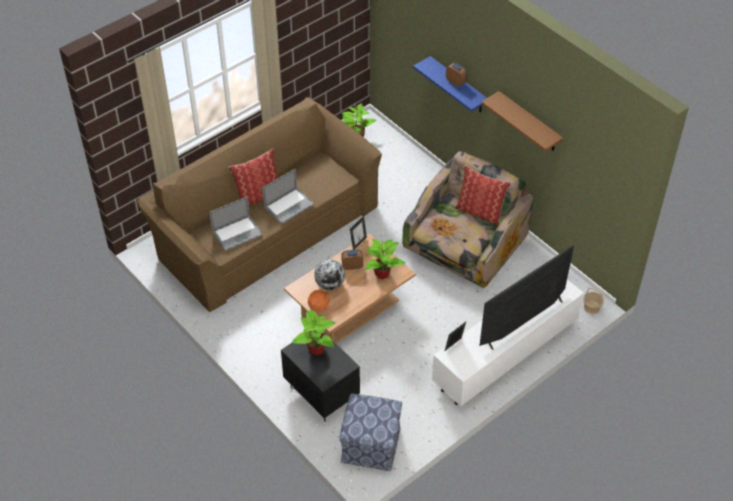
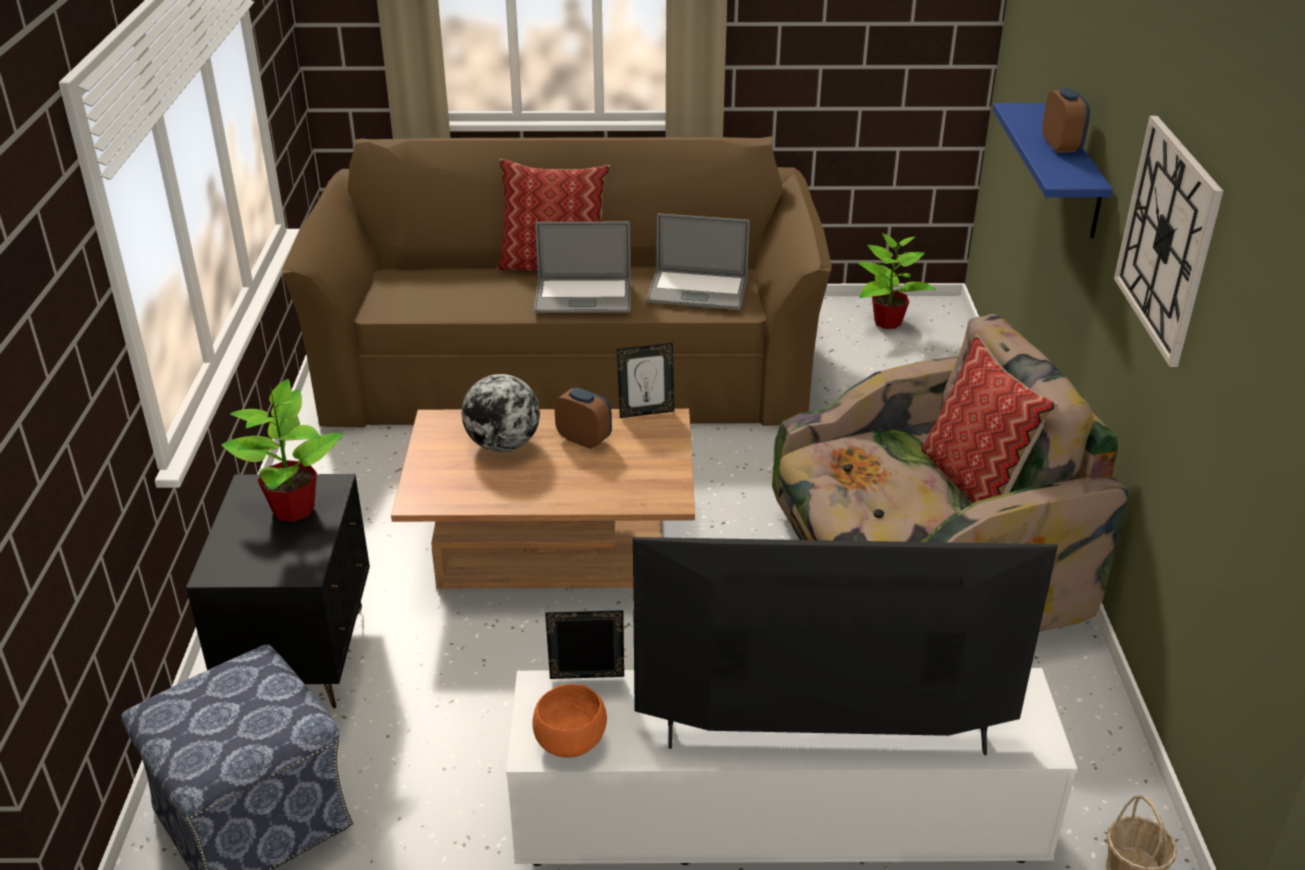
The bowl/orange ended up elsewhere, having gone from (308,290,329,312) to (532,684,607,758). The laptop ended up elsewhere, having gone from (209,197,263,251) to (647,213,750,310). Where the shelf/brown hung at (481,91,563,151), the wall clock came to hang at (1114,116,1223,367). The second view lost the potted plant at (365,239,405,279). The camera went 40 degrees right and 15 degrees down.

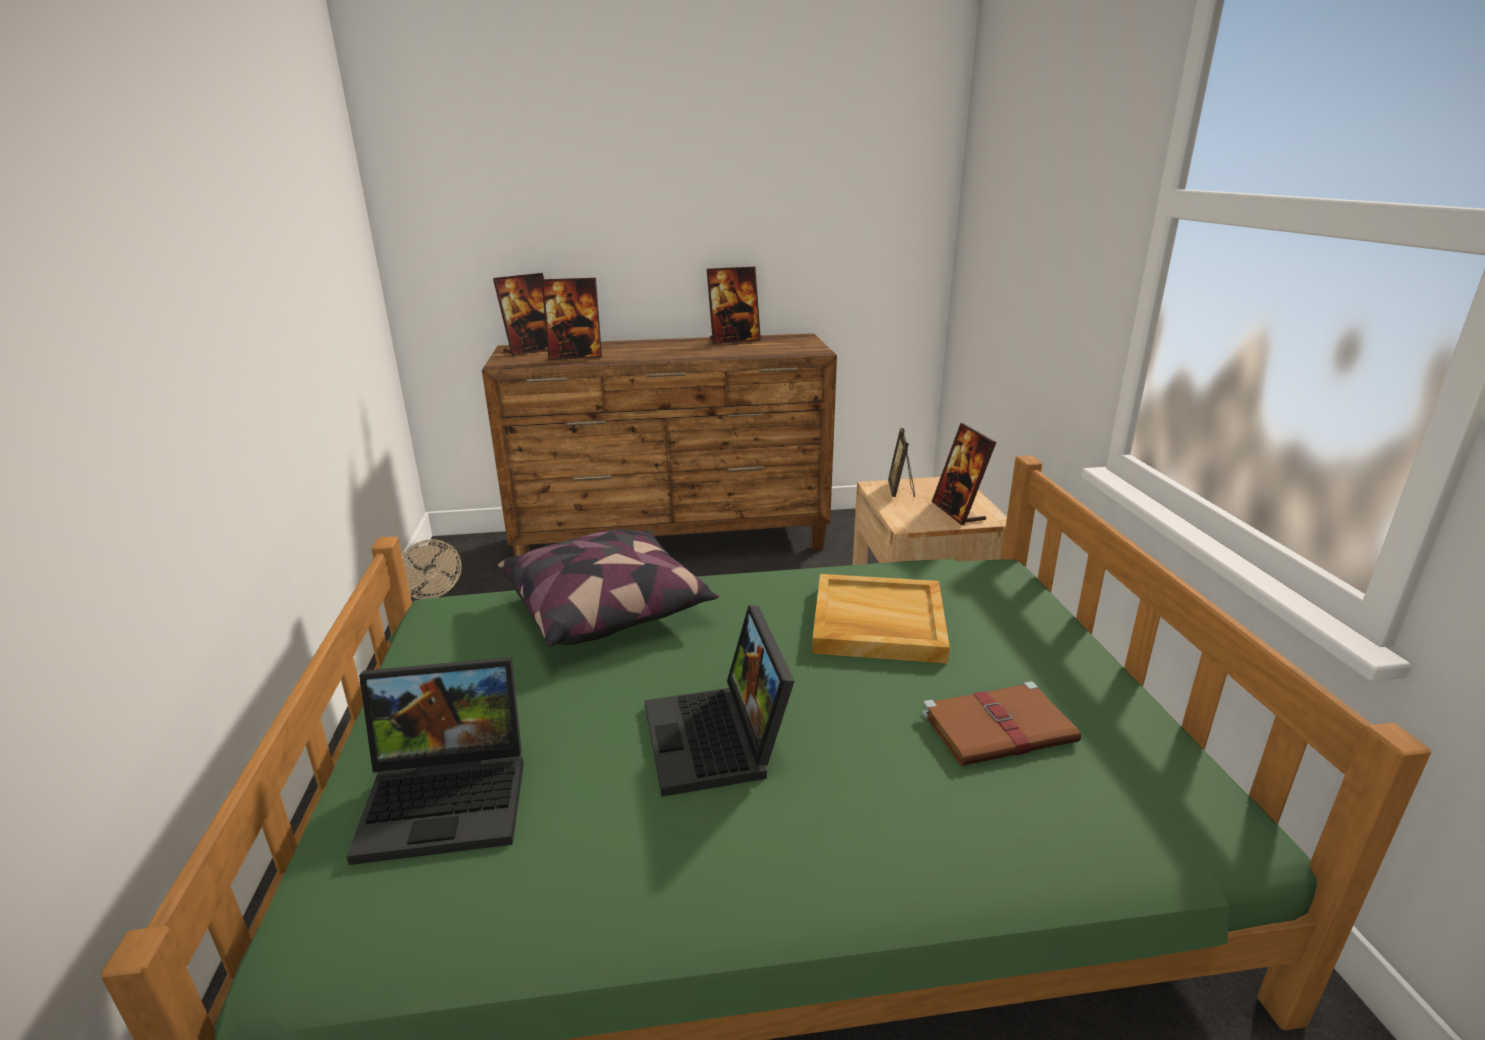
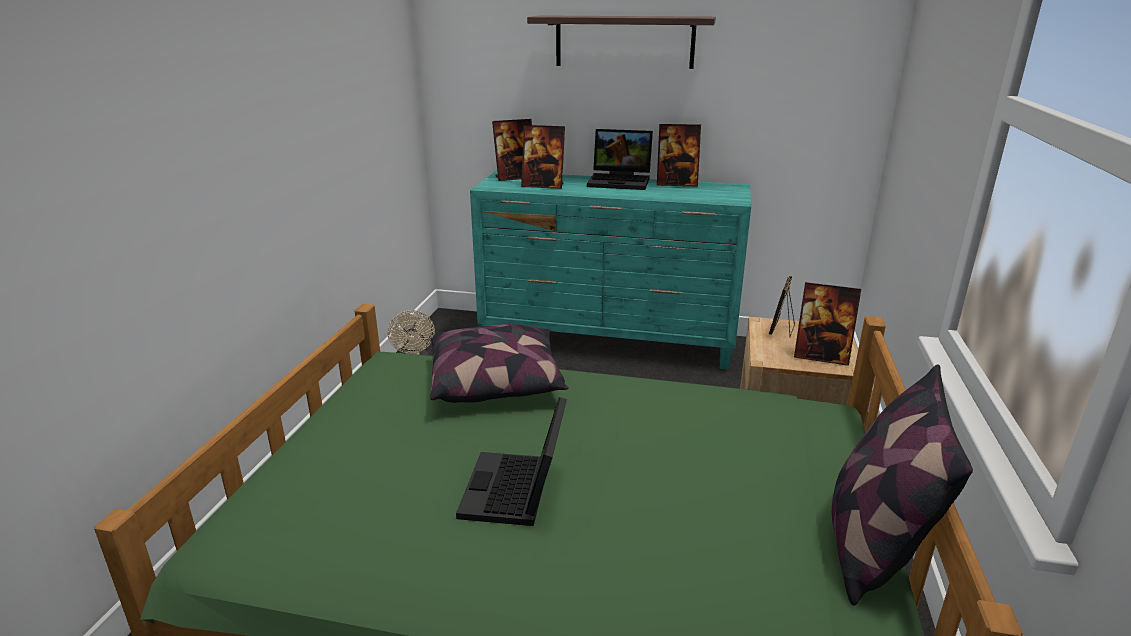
What was the dresser/brown at (482,333,837,556) turned into the dresser/turquoise at (470,171,751,370). The second view gained the shelf at (527,15,716,69). The laptop ended up elsewhere, having gone from (347,657,524,865) to (587,129,653,190). The picture frame at (932,423,996,525) ended up facing another way, 75 degrees counterclockwise from before. The second view gained the pillow at (832,364,973,606). The second view lost the tray/beige at (812,574,950,664). The second view lost the book/brown at (922,681,1081,766). The camera went 20 degrees right and 0 degrees up.

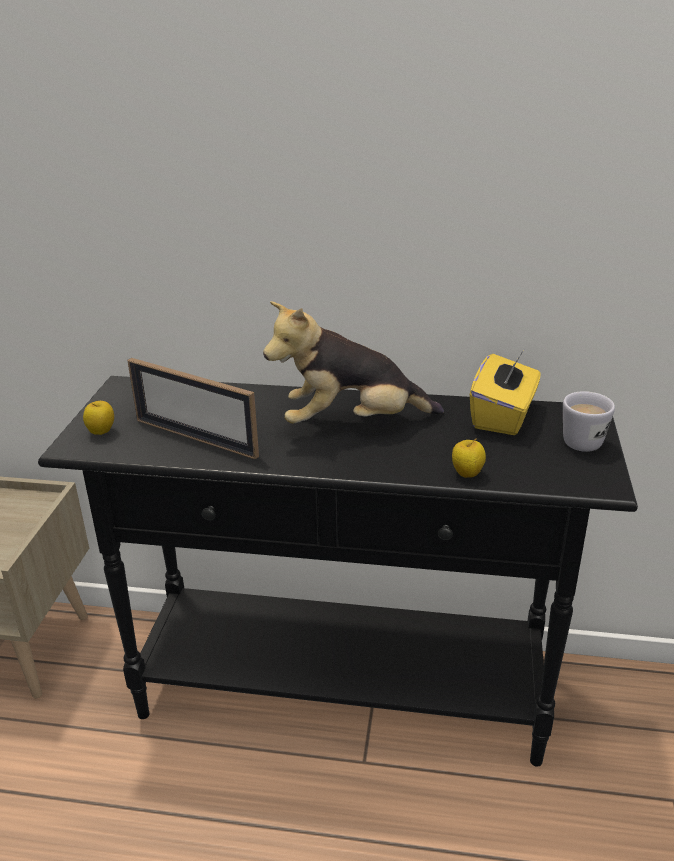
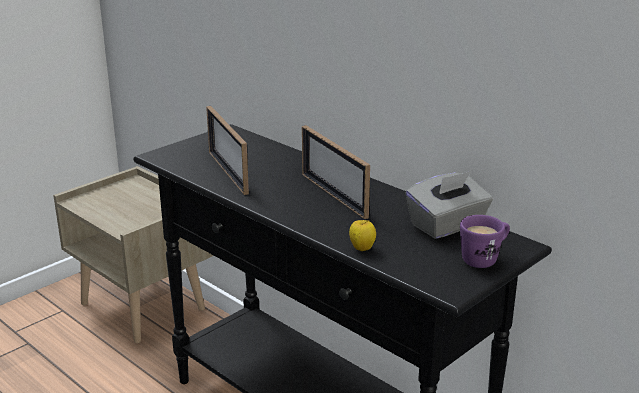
Where the plush toy stood at (263,301,444,424), the picture frame came to stand at (302,125,370,219). What was the tissue box/yellow at (470,350,540,435) turned into the tissue box/grey at (406,171,493,239). What was the mug/white at (563,391,615,452) turned into the mug/purple at (460,215,510,268). The second view lost the apple at (83,401,114,435). The camera went 35 degrees right and 5 degrees down.

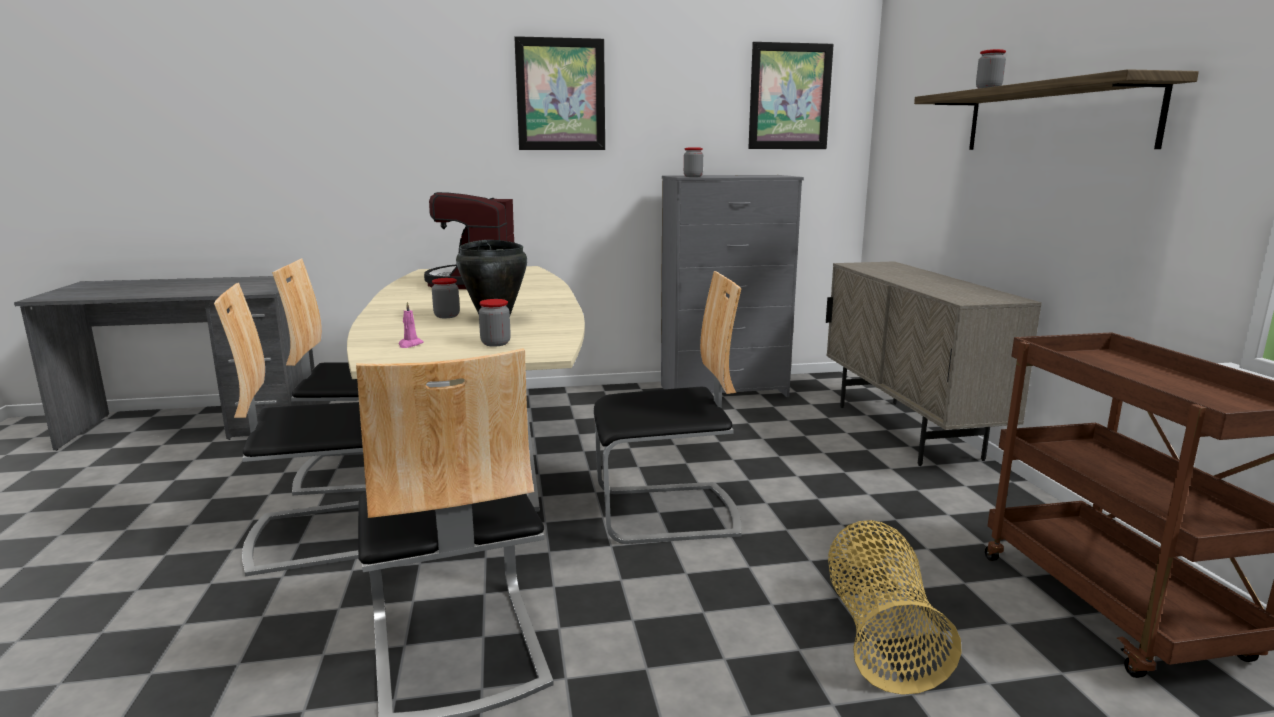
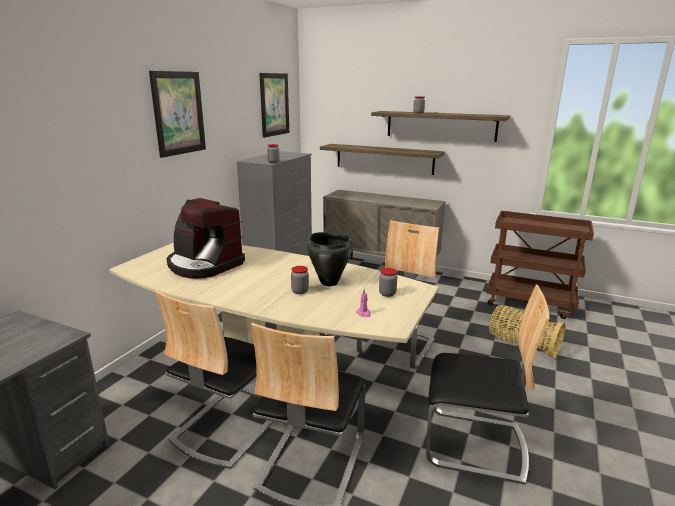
The second view gained the shelf at (320,144,445,175). The camera went 55 degrees left and 5 degrees up.

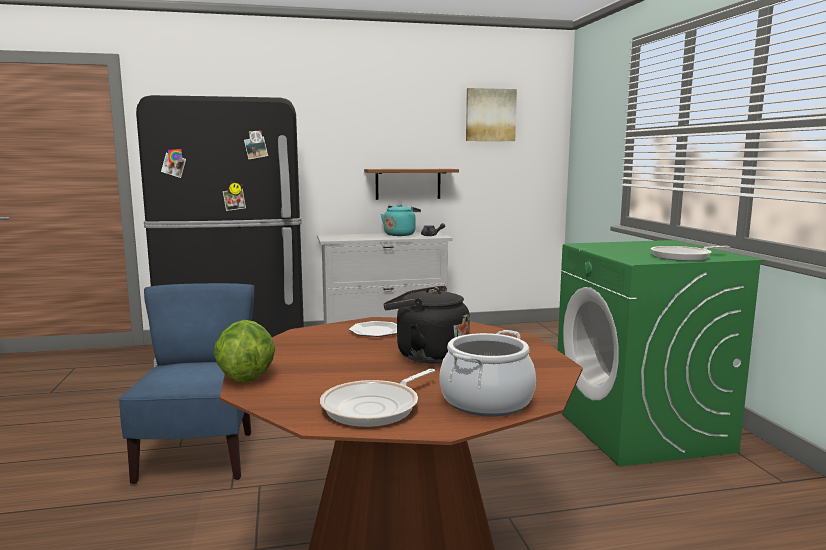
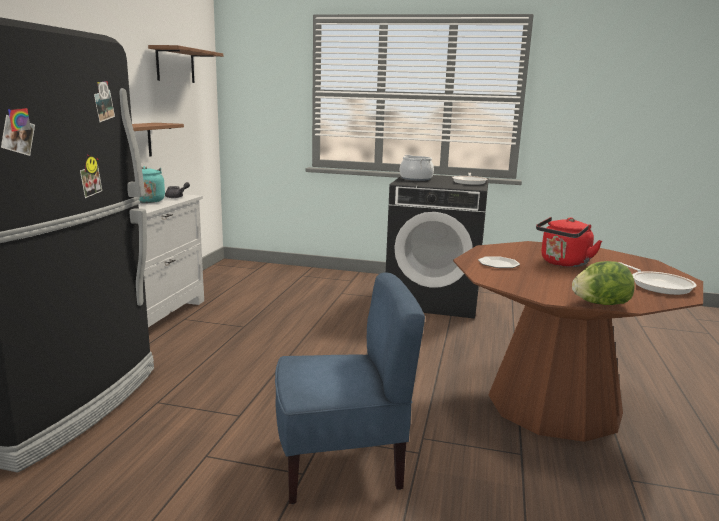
Where the picture hung at (466,88,517,141), the shelf/brown came to hang at (148,45,223,83). The chair/blue at (119,283,254,484) ended up facing another way, 150 degrees clockwise from before. What was the washing machine/green at (558,240,765,466) turned into the washing machine/black at (386,175,489,319). The cooking pot ended up elsewhere, having gone from (439,330,536,417) to (400,155,434,181). What was the kettle/black at (383,286,470,364) turned into the kettle/red at (536,217,602,267). The camera went 65 degrees left and 5 degrees up.

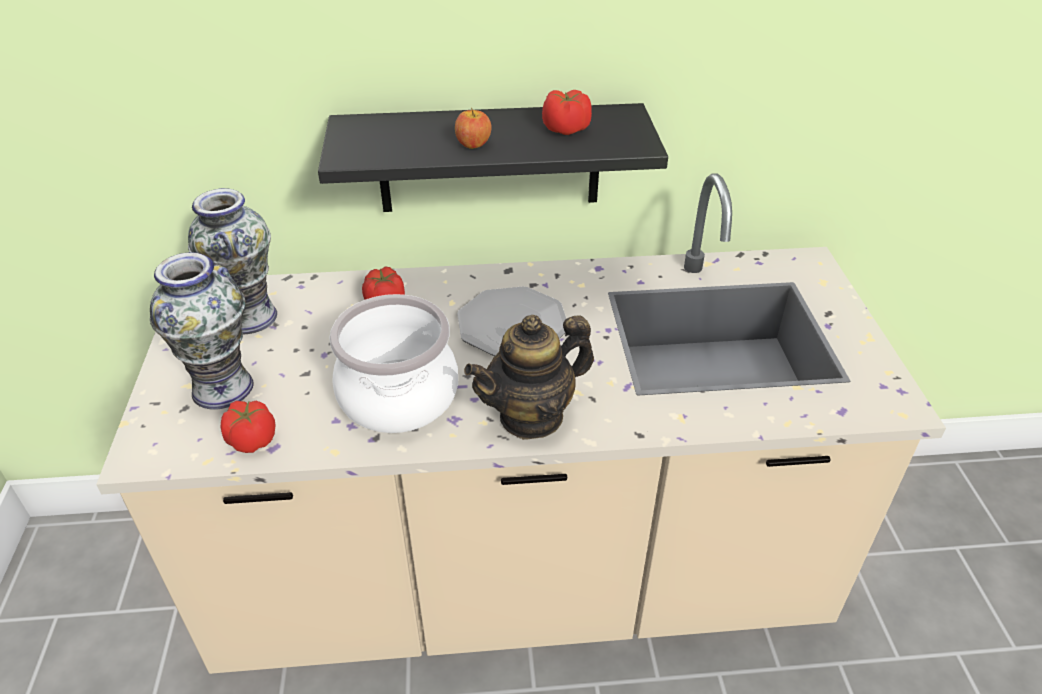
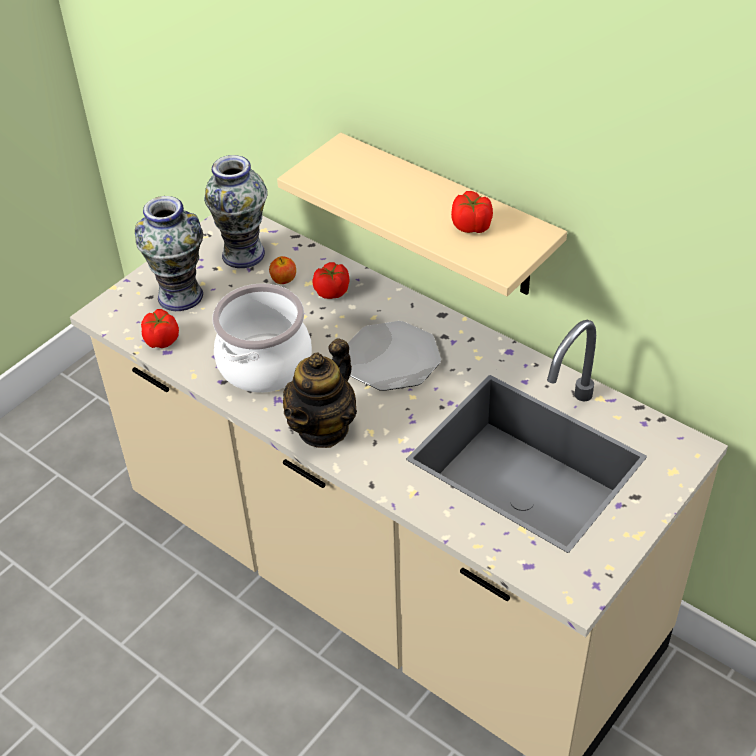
The apple ended up elsewhere, having gone from (455,108,492,149) to (269,256,296,284). What was the shelf/black at (318,103,668,212) turned into the shelf/beige at (277,133,567,296). The teapot at (464,315,594,440) ended up facing another way, 75 degrees counterclockwise from before. The camera went 45 degrees right and 5 degrees up.

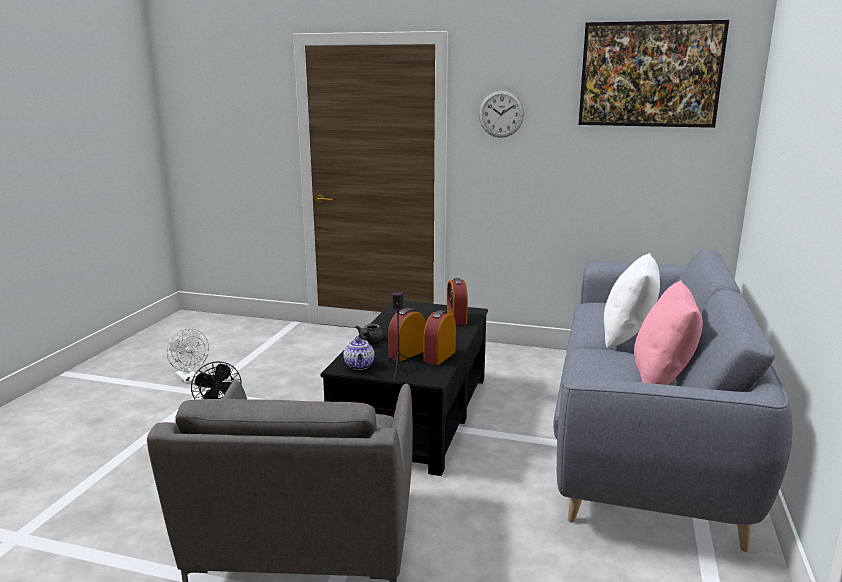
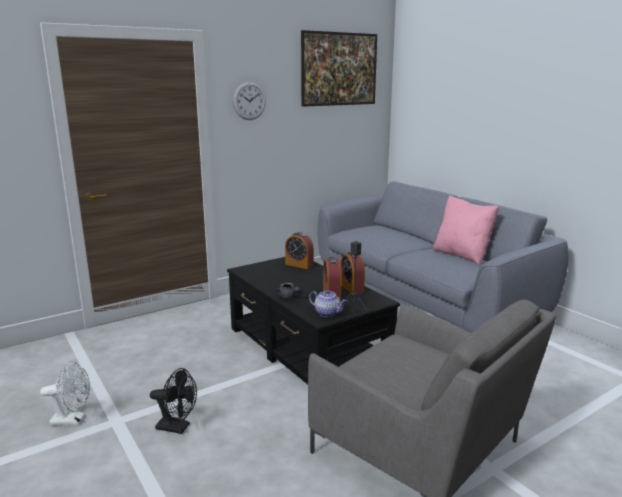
The second view lost the pillow/white at (604,253,660,348). The camera went 50 degrees left and 0 degrees up.

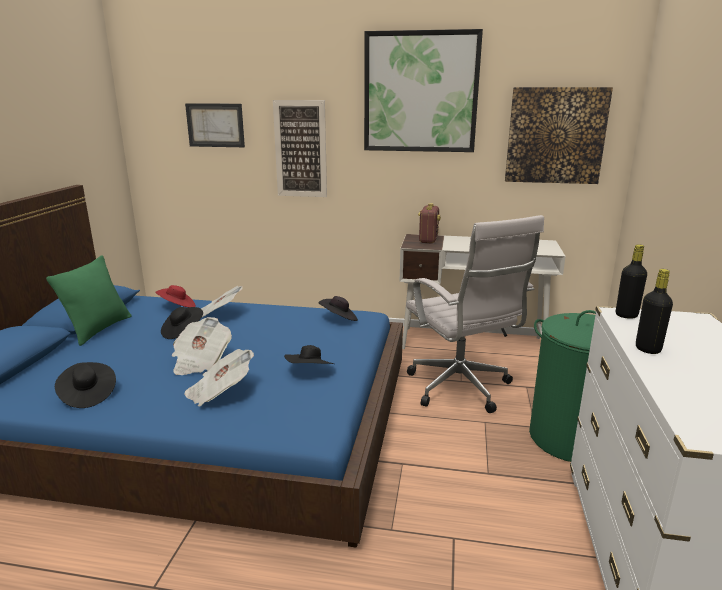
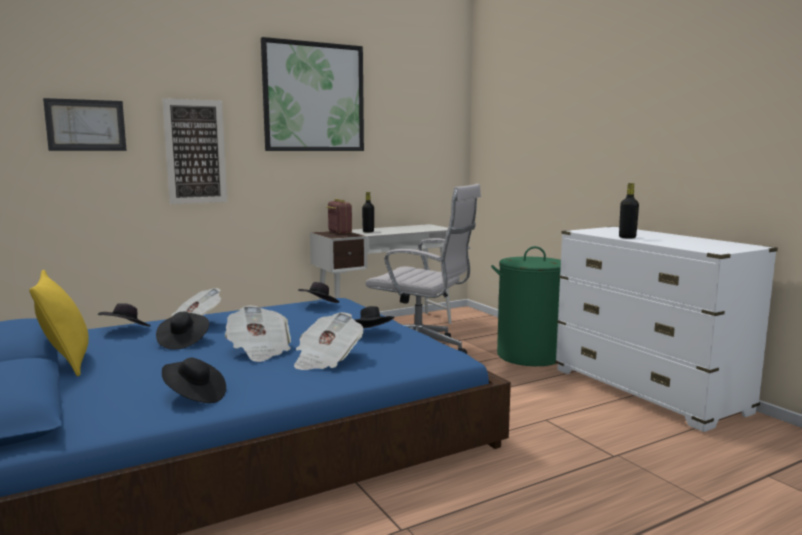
What was the pillow/green at (46,255,132,346) turned into the pillow/yellow at (29,270,89,377). What was the hat/red at (155,285,196,307) turned into the hat/black at (98,304,151,327). The bottle/black ended up elsewhere, having gone from (616,244,647,319) to (362,192,374,232). The second view lost the picture at (505,87,613,184). The camera went 40 degrees left and 10 degrees down.

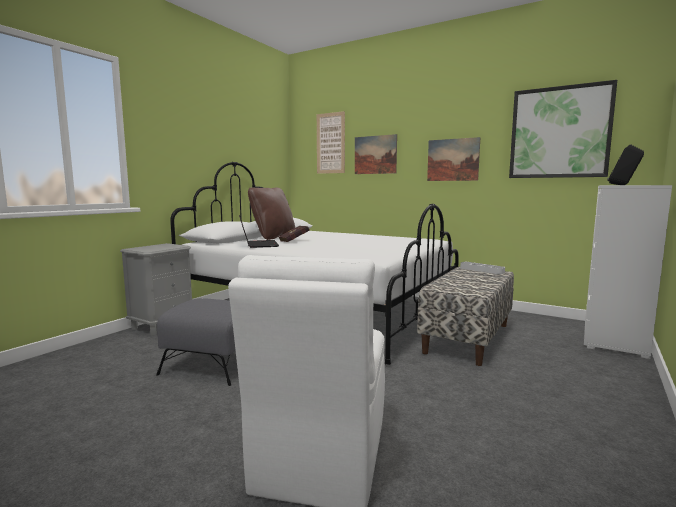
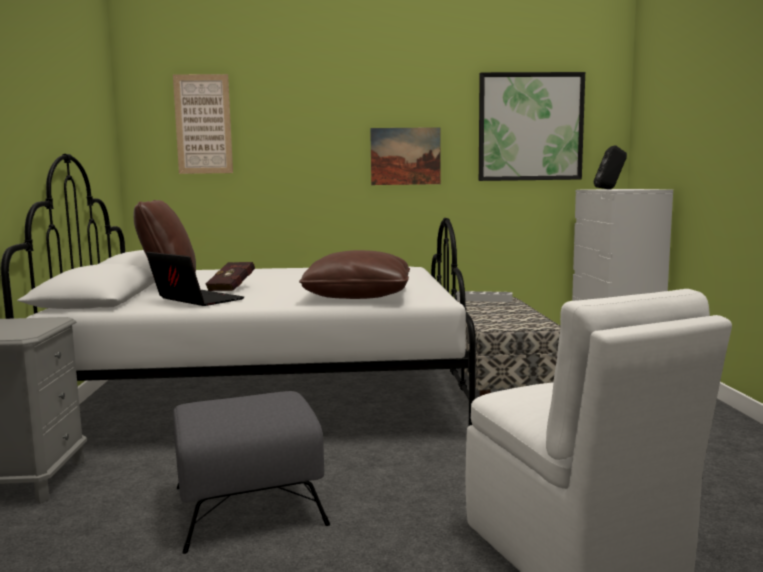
The second view gained the pillow/brown at (299,250,410,299). The second view lost the picture at (355,134,397,174). The camera went 35 degrees left and 0 degrees up.

